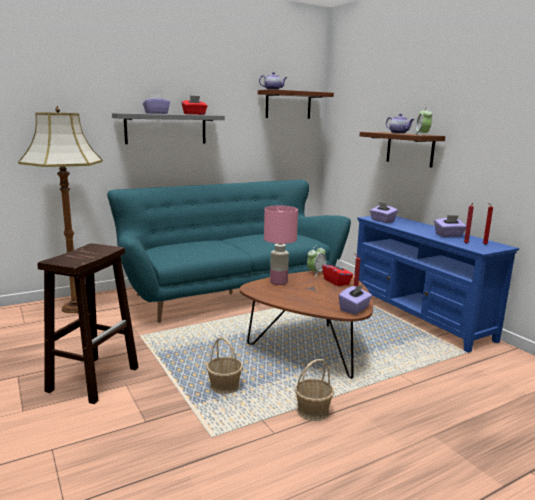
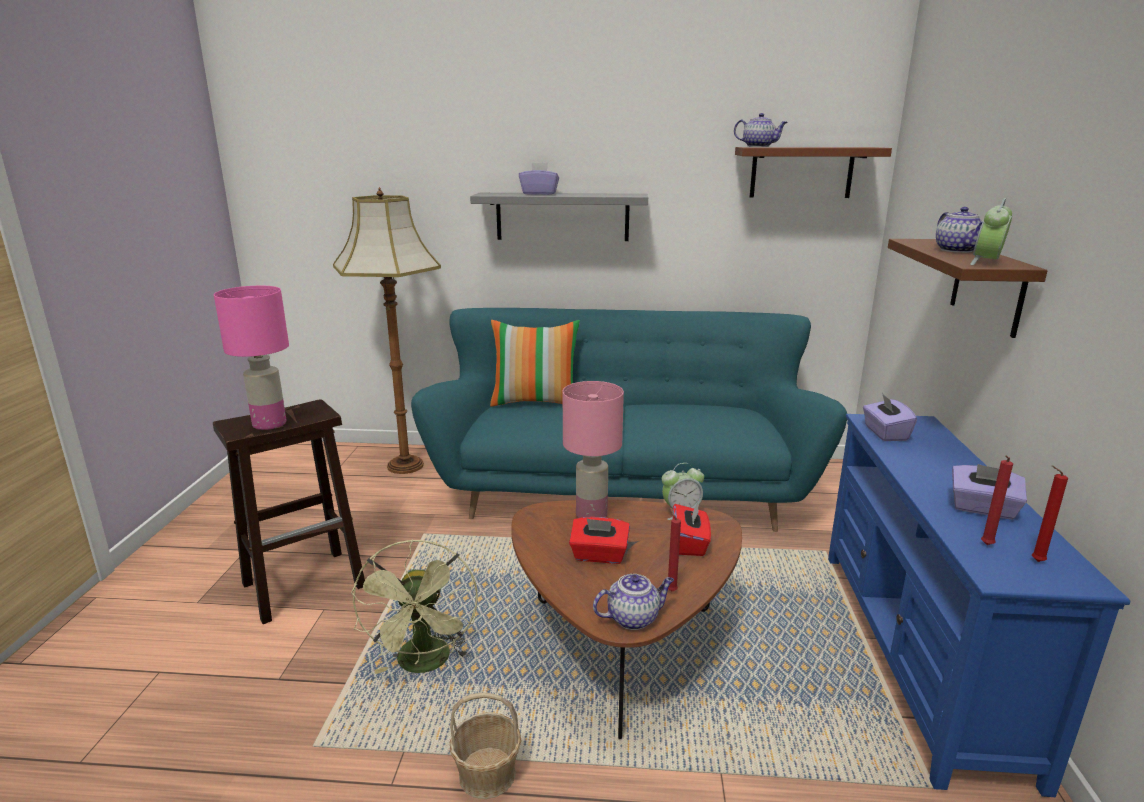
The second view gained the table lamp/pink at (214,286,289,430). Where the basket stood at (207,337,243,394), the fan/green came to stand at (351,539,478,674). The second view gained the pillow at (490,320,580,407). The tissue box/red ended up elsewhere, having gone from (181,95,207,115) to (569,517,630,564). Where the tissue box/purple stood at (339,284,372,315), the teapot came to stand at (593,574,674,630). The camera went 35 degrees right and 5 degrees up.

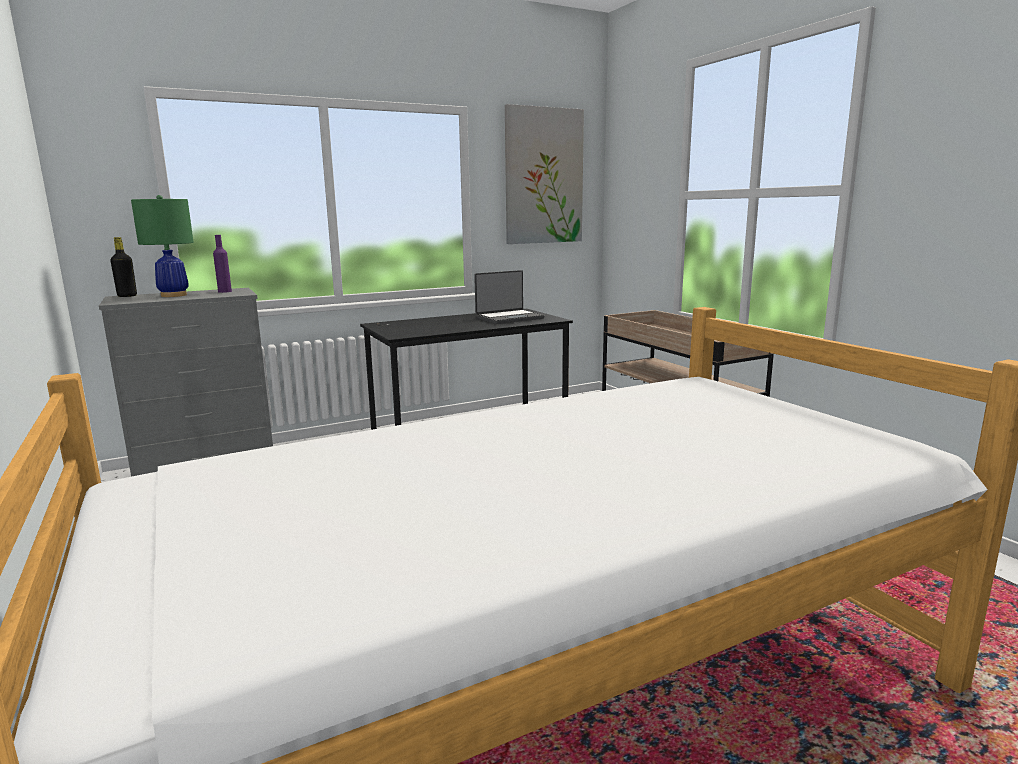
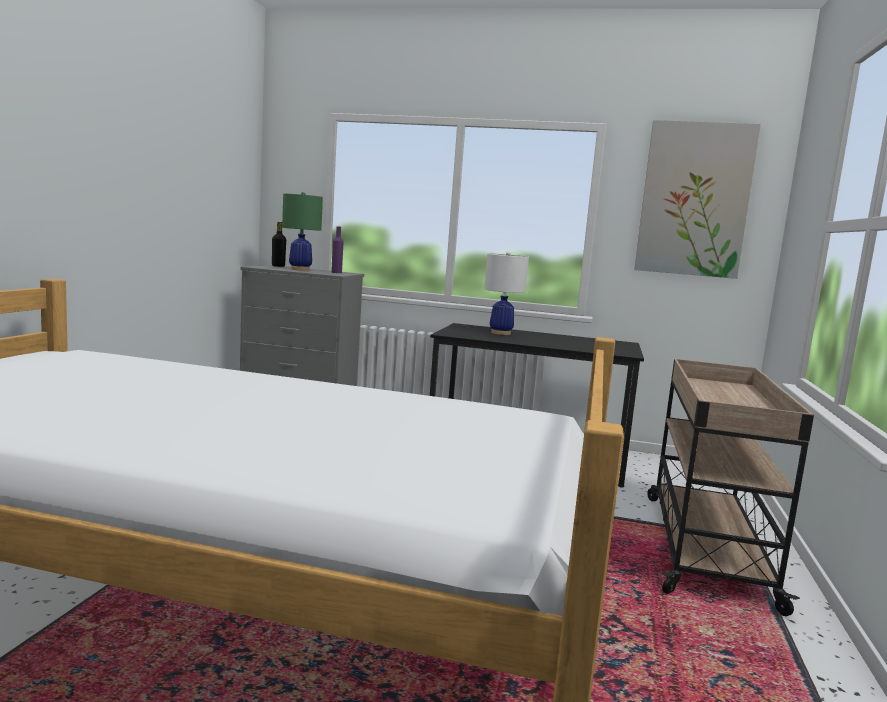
The second view gained the table lamp/white at (484,252,529,335). The second view lost the laptop at (474,270,544,324). The camera went 40 degrees right and 5 degrees down.

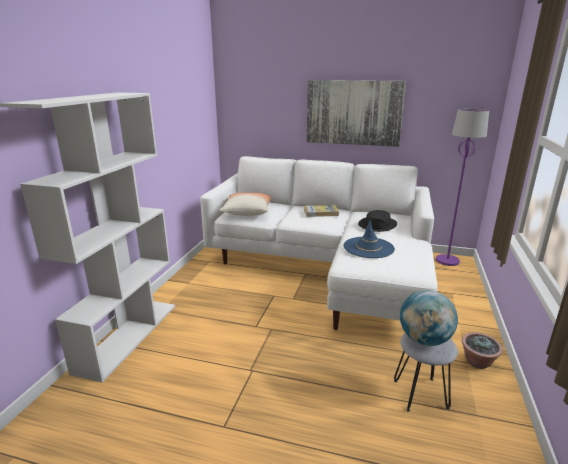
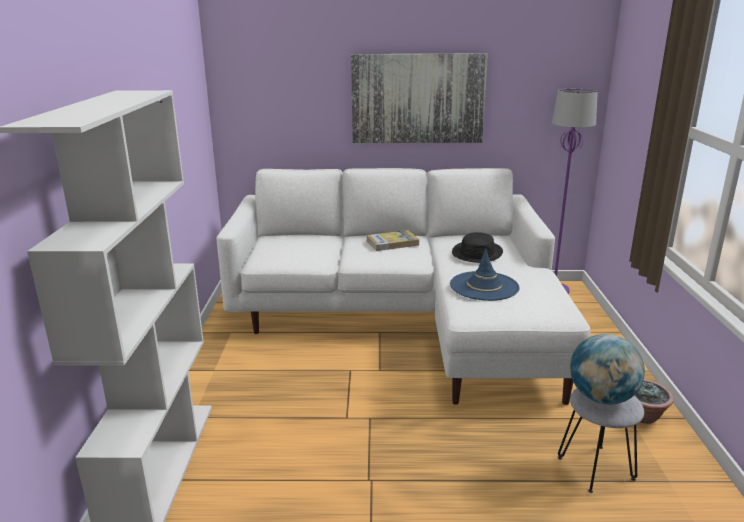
The second view lost the pillow at (219,192,272,216). The camera went 15 degrees left and 0 degrees up.

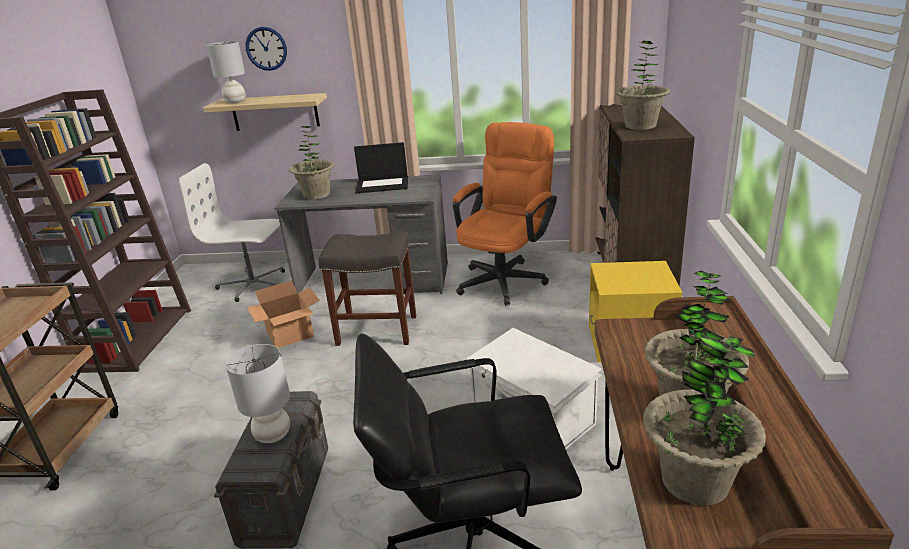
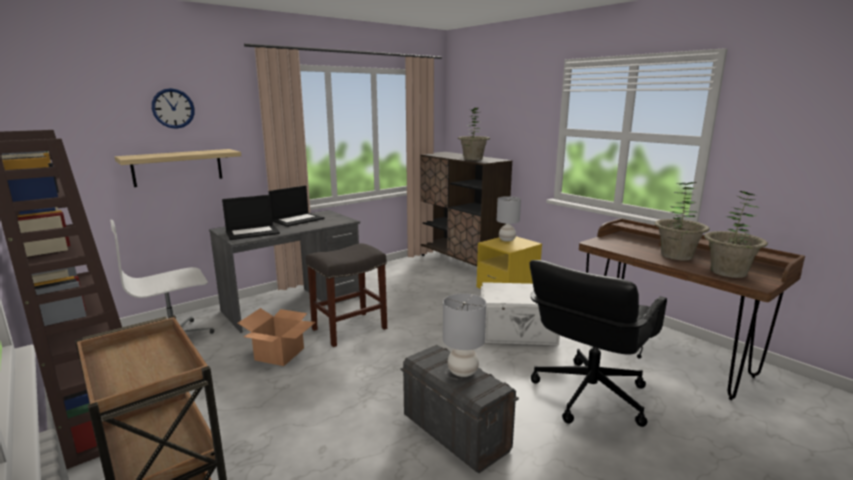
Where the potted plant stood at (288,126,335,200), the laptop came to stand at (222,195,280,240). The table lamp/grey ended up elsewhere, having gone from (206,41,246,103) to (497,196,521,242). The second view lost the office chair/orange at (453,122,557,305). The camera went 45 degrees left and 10 degrees down.

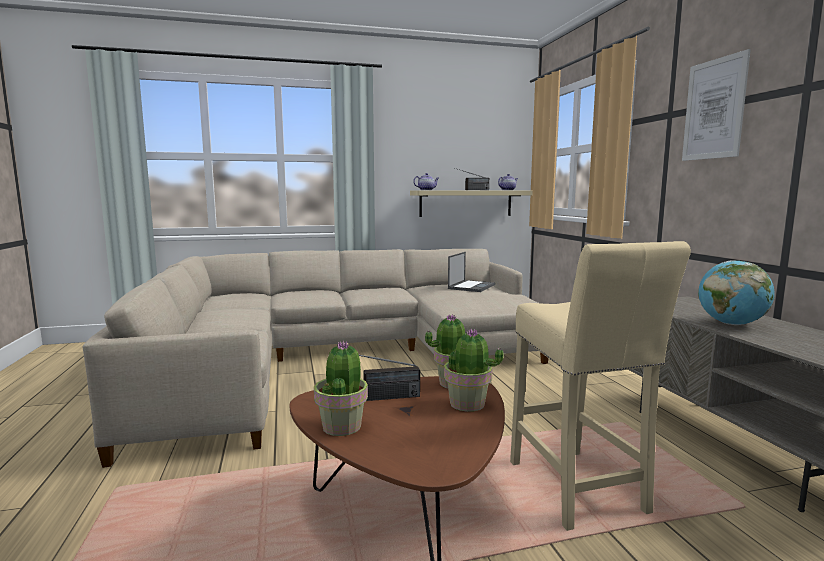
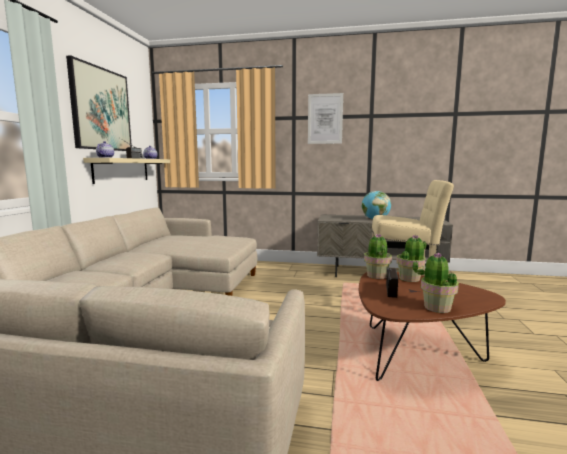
The second view gained the picture at (66,55,132,151). The second view lost the laptop at (448,252,495,292). The camera went 65 degrees left and 0 degrees up.

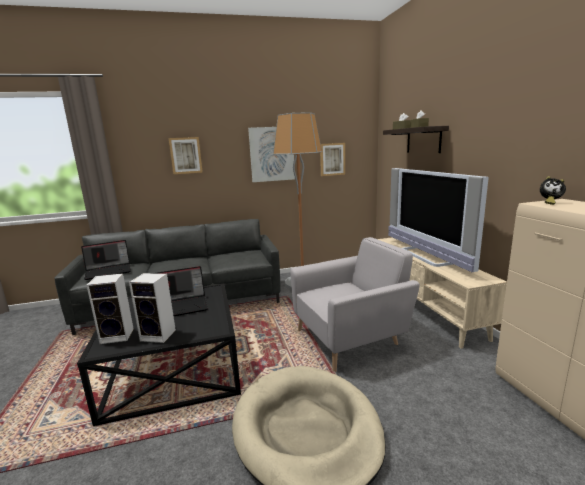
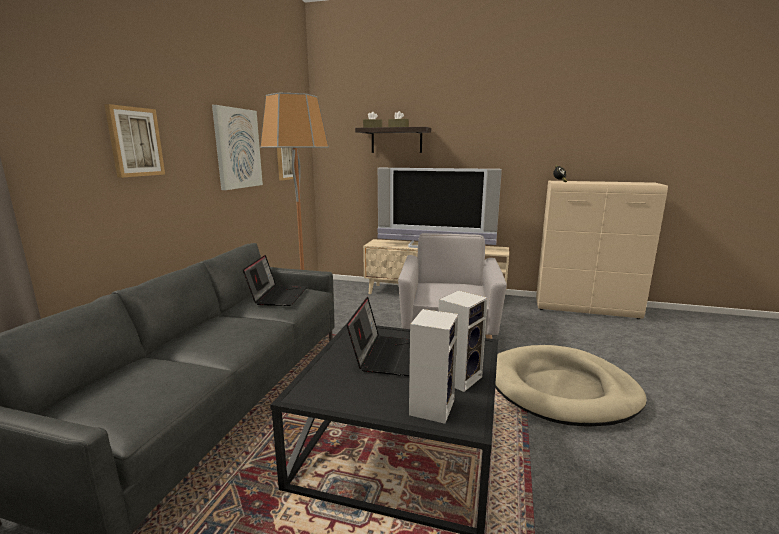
The laptop ended up elsewhere, having gone from (81,240,131,280) to (243,255,308,306). The camera went 60 degrees left and 0 degrees up.

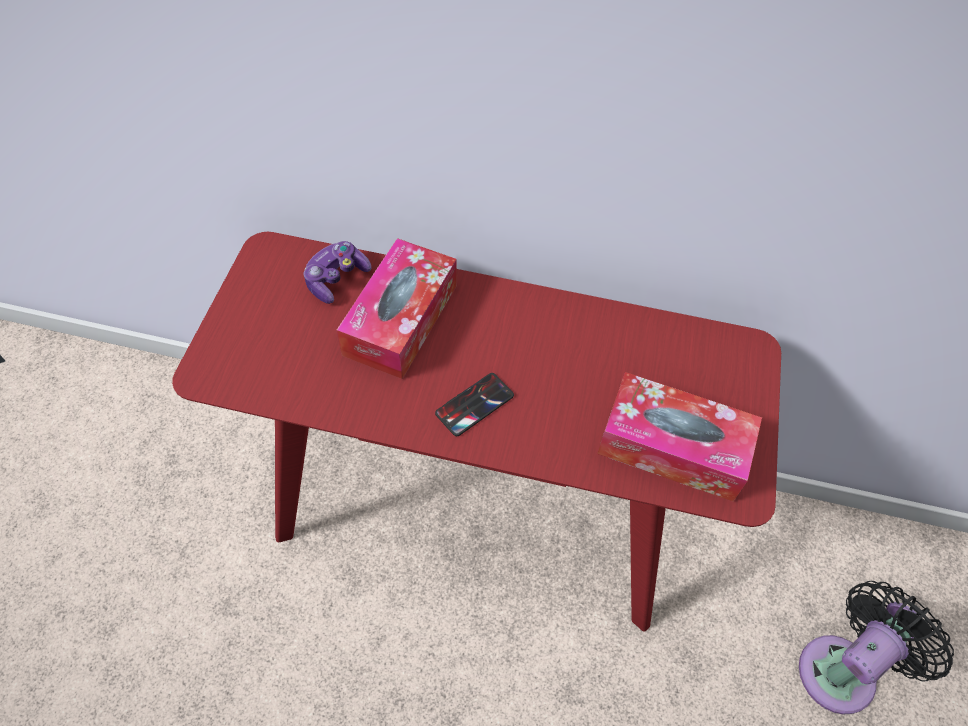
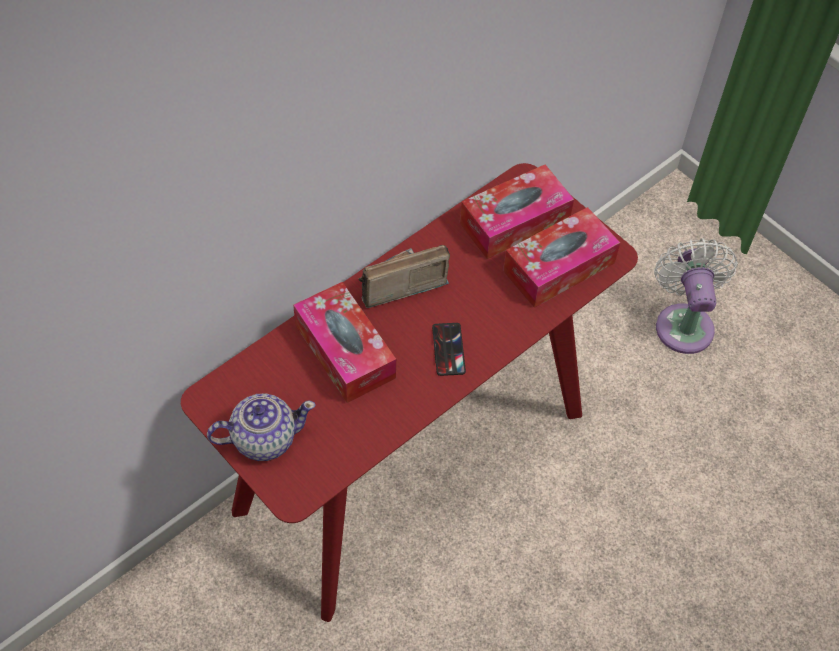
The second view gained the teapot at (207,393,316,461). The second view gained the radio at (358,245,450,308). The second view gained the tissue box at (460,165,574,259). What was the fan/black at (799,581,954,714) turned into the fan/white at (654,238,738,354). The second view lost the game controller at (303,241,371,304). The camera went 55 degrees left and 0 degrees up.

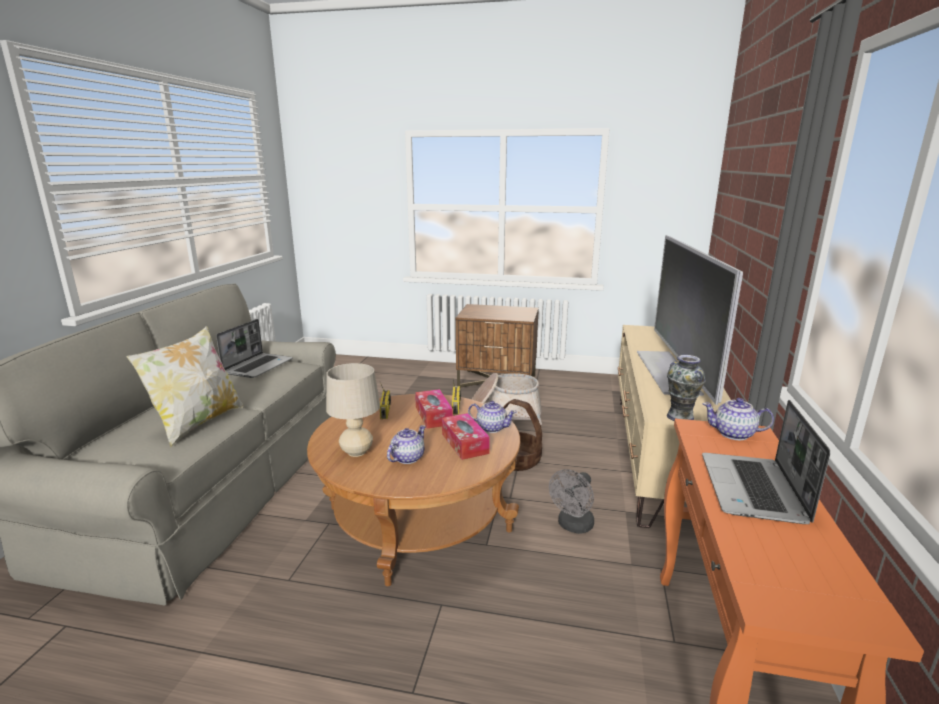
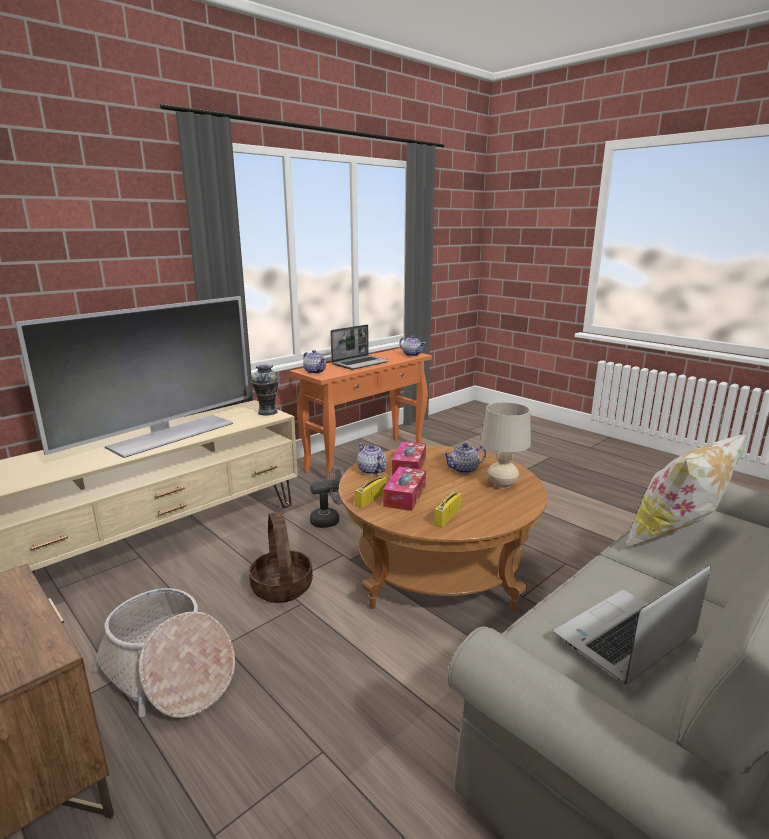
The second view gained the teapot at (399,335,425,356). The camera went 145 degrees left and 0 degrees up.

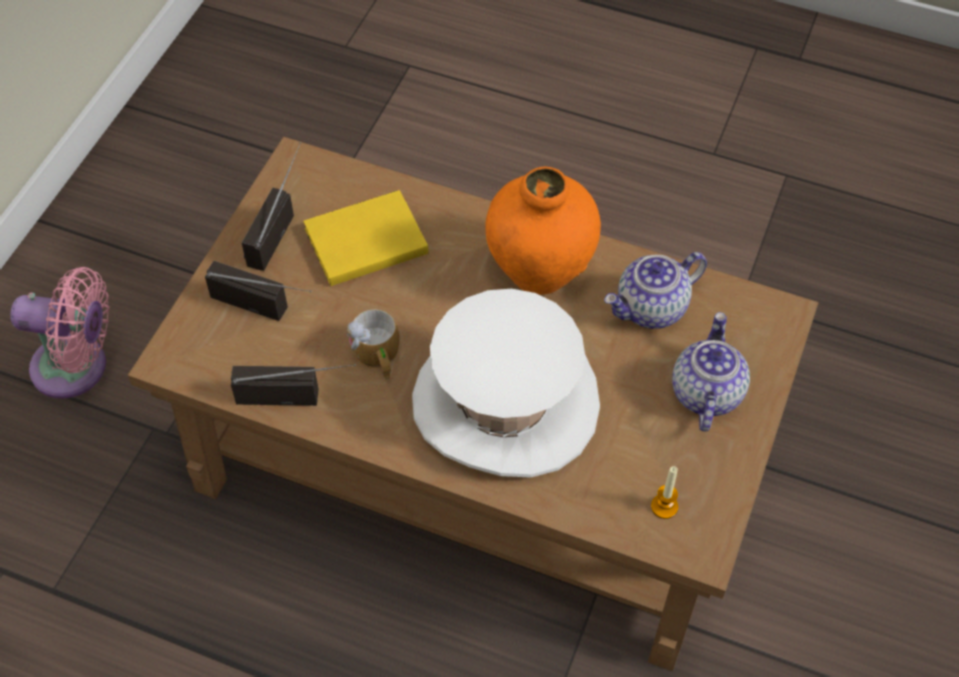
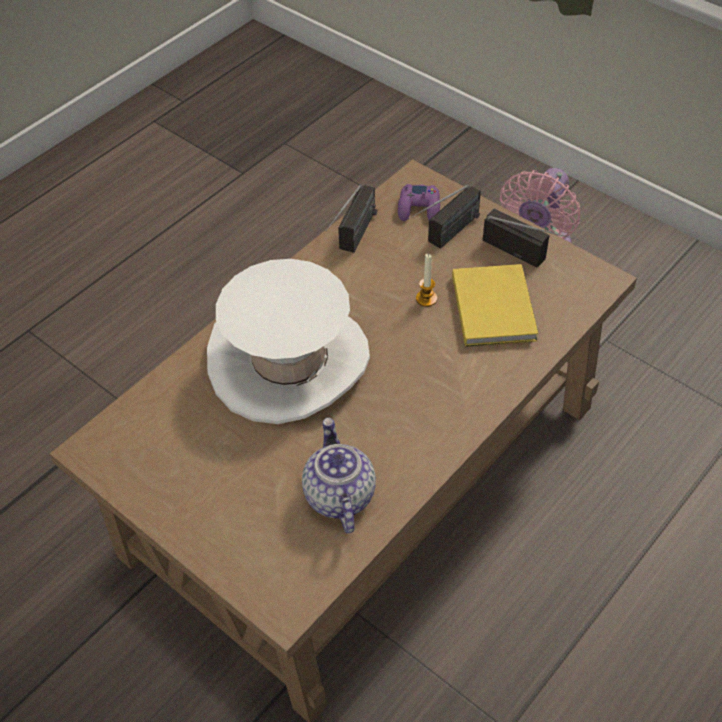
The second view gained the game controller/purple at (398,184,440,221). The candle ended up elsewhere, having gone from (651,466,678,519) to (416,254,437,307). The second view lost the mug at (347,309,400,379). The second view lost the vase/orange at (486,167,601,295). The second view lost the teapot at (672,312,750,431). The camera went 110 degrees right and 5 degrees down.

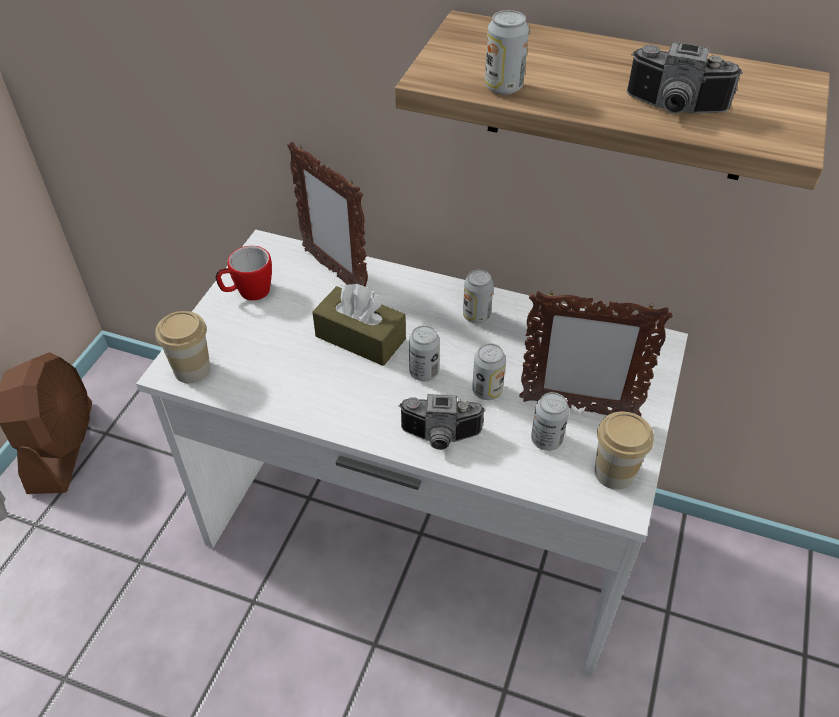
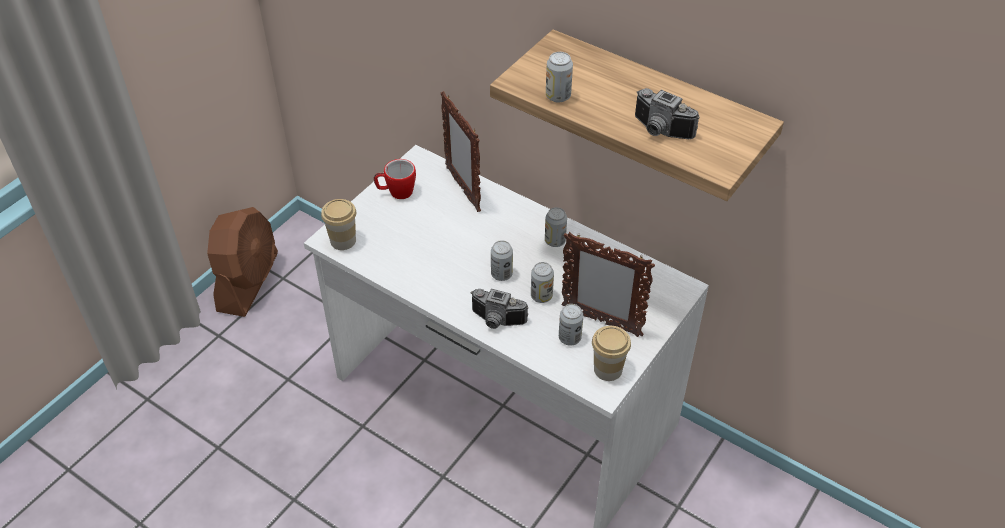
The second view lost the tissue box/brown at (312,284,406,366). The camera went 15 degrees right and 0 degrees up.

